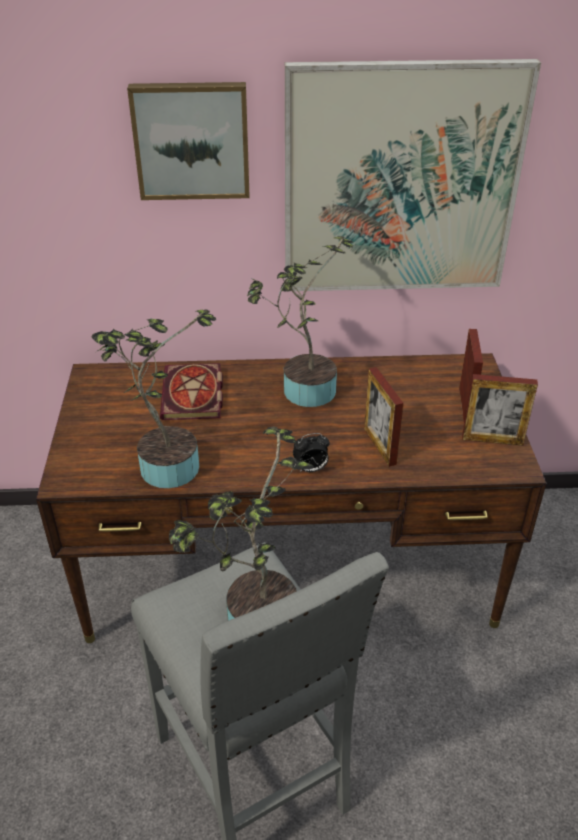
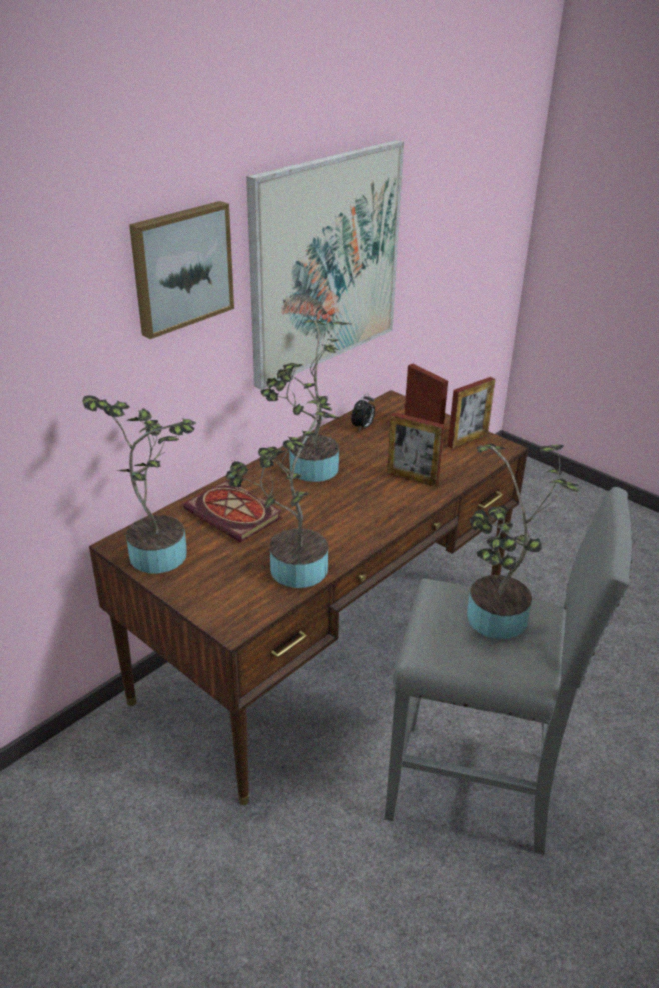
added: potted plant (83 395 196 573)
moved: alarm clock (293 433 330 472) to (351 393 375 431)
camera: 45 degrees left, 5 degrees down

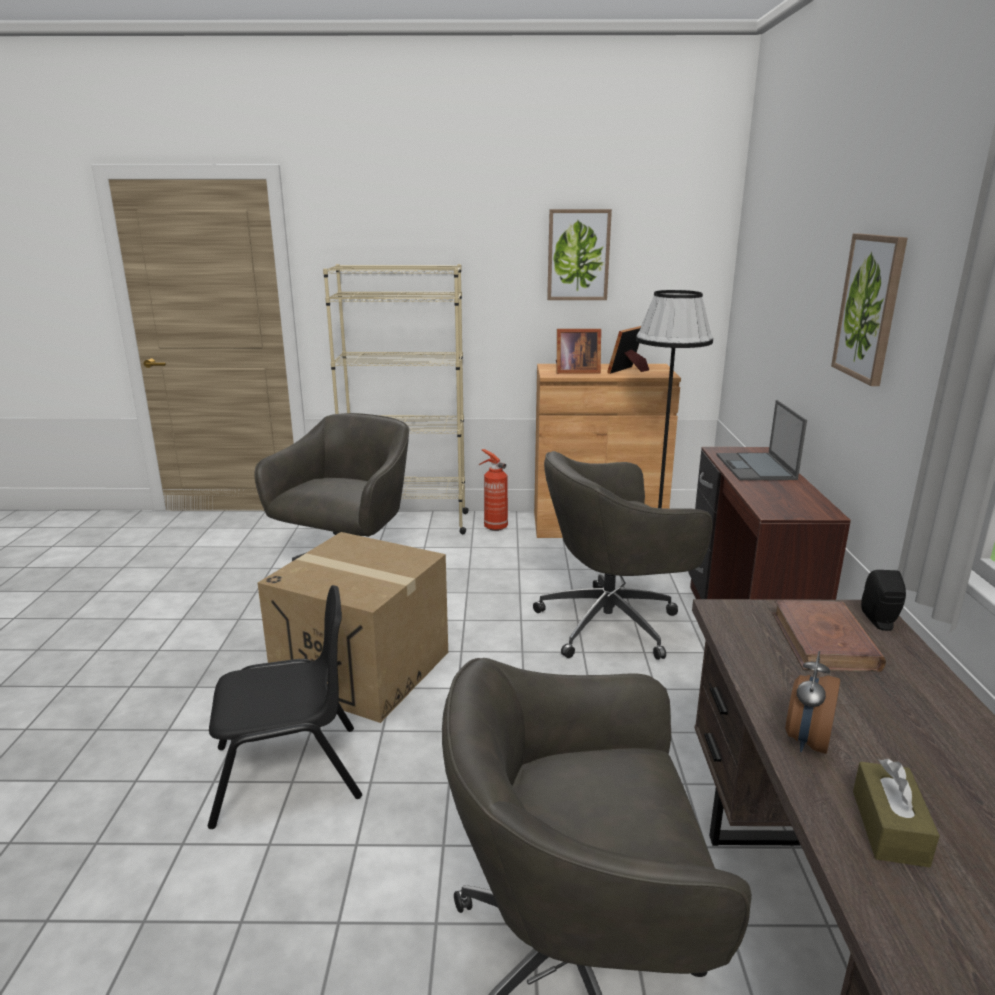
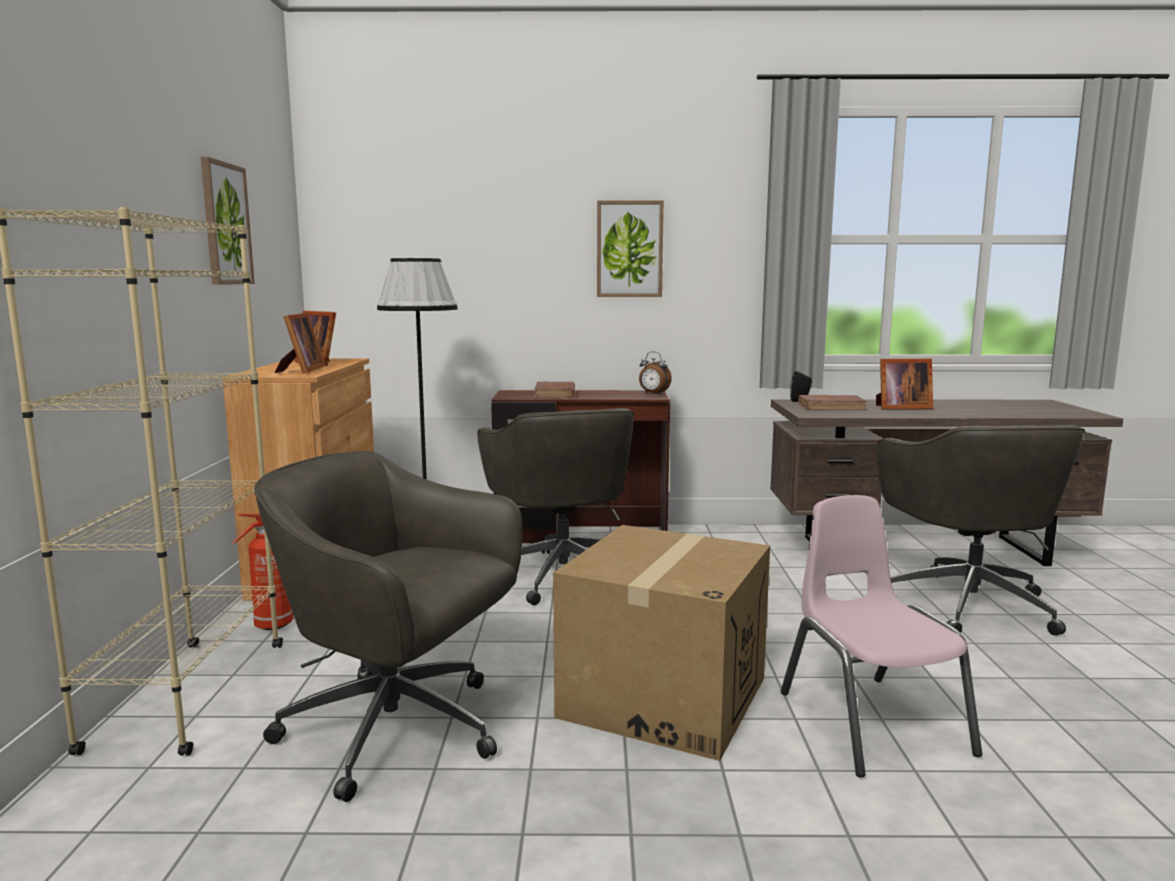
removed: tissue box/brownish (853 759 940 868)
added: standing frame (876 359 933 409)
moved: alarm clock (785 651 840 754) to (639 352 672 394)
replaced: portable computer (717 400 807 480) to bound book/brownish (534 382 575 398)
recoloured: chair/blackish (208 585 362 829) to chair/pink (781 495 982 777)
camera: 90 degrees left, 10 degrees down

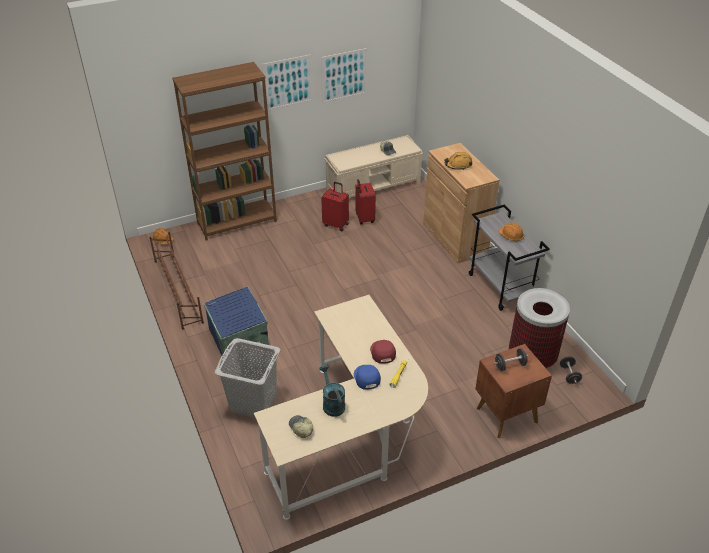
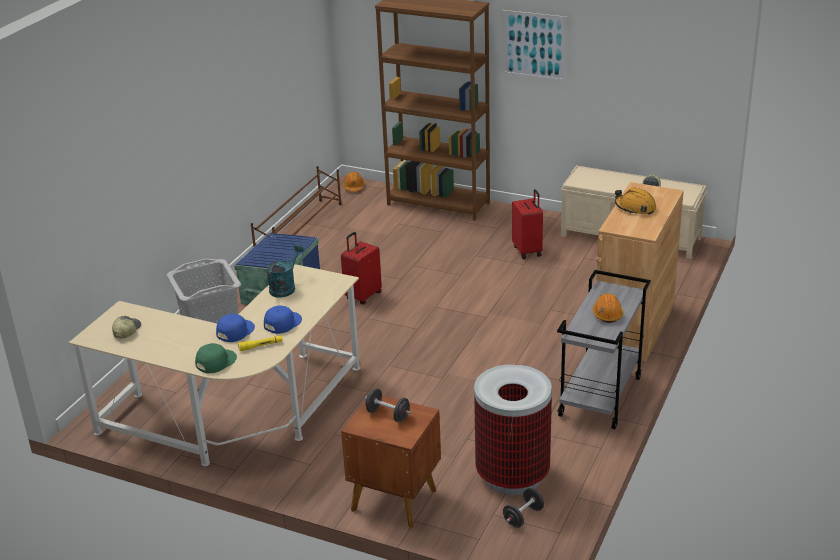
removed: wall picture (321 48 367 103)
added: peaked cap/greenish (195 343 237 373)
moved: watering pot/turquoise (319 365 345 417) to (267 244 304 297); suitcase/red (355 179 376 224) to (341 232 382 305)
recoloured: peaked cap/red (370 340 396 364) to peaked cap/blue-coloured (264 306 302 334)
camera: 50 degrees right, 10 degrees down

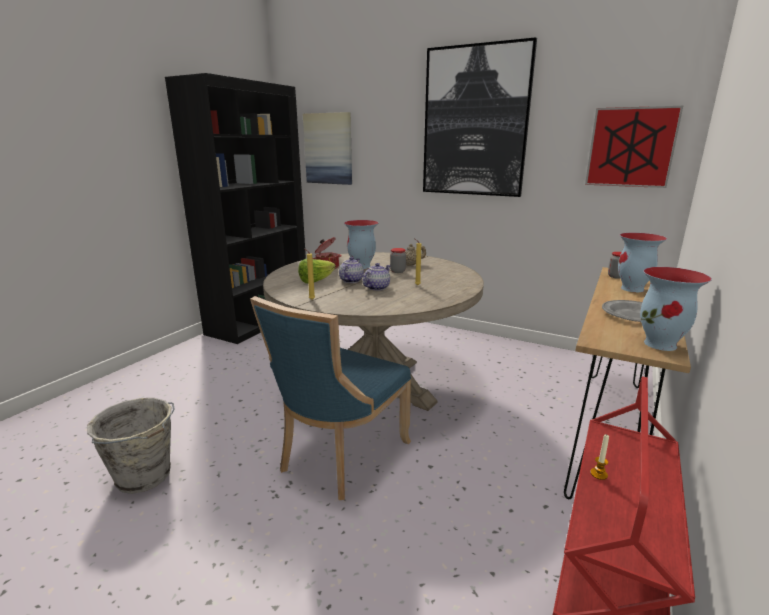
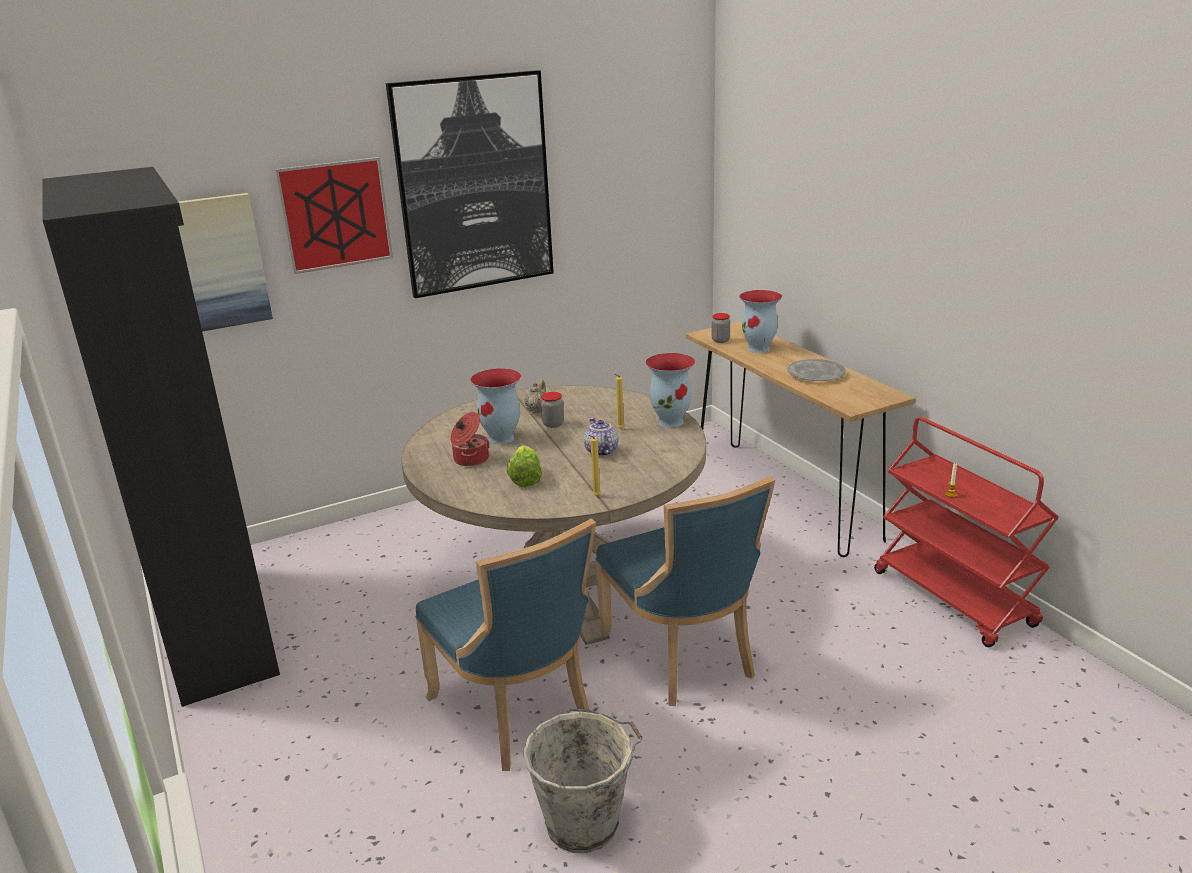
removed: tea pot (339 257 364 283)
added: chair/blue-coloured (415 518 596 771)
moved: wall picture (585 106 683 188) to (275 157 393 274); decorative vase (640 267 712 351) to (645 353 695 427)
camera: 55 degrees left, 5 degrees up

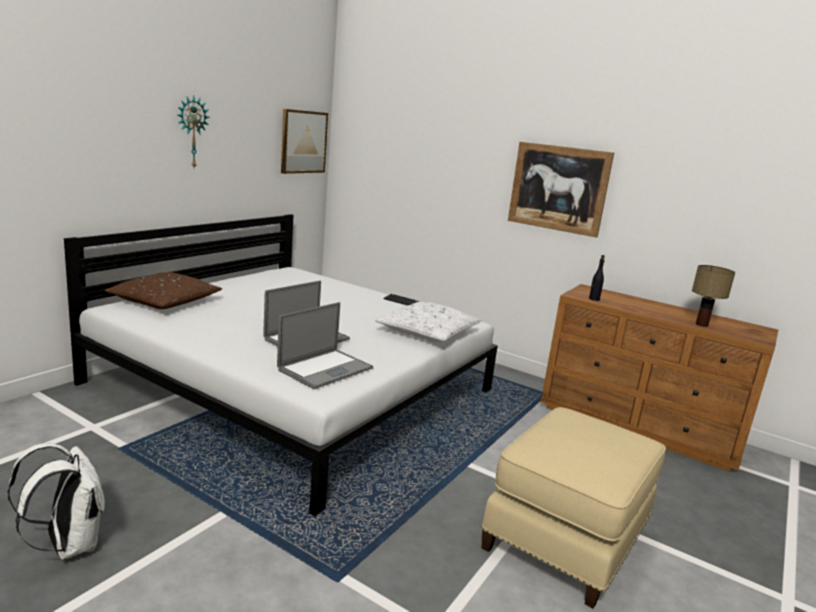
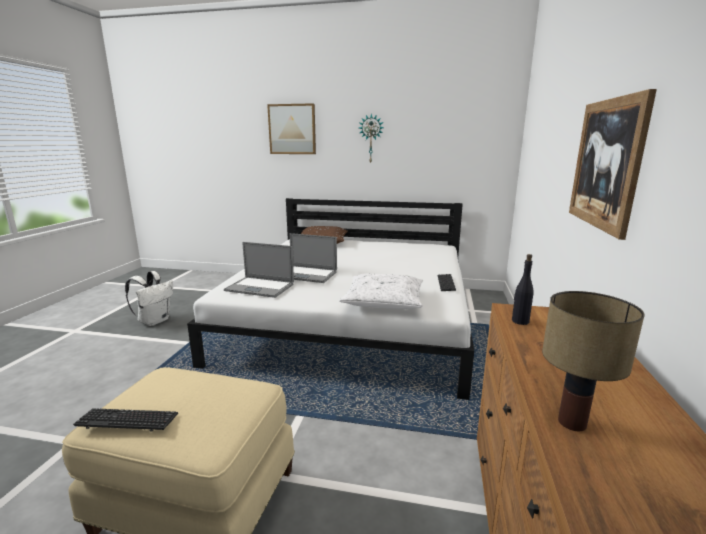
added: PC keyboard (73 408 178 431)
moved: wall picture (281 109 328 174) to (267 103 316 154)
camera: 70 degrees right, 0 degrees up

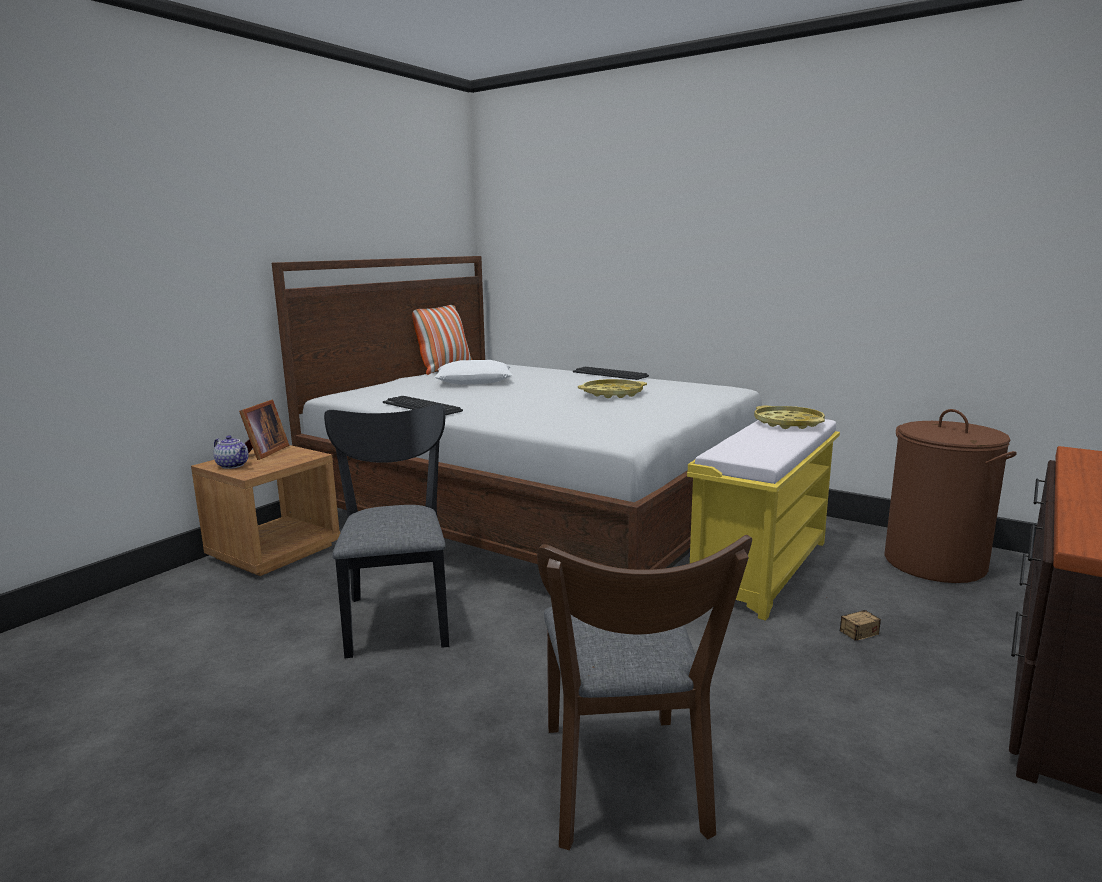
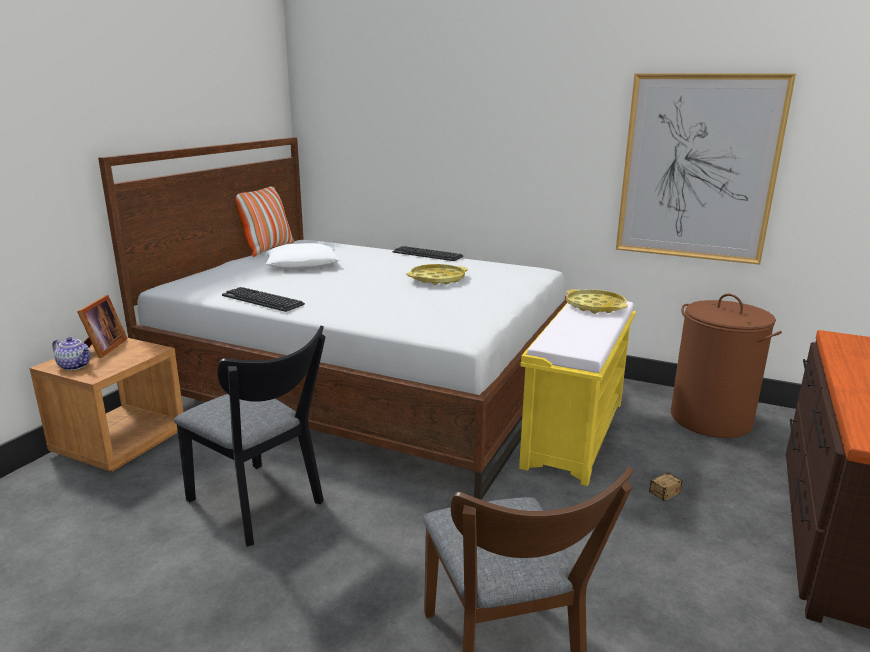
added: wall picture (616 73 796 265)
turned: chair/blackish (324 404 449 658) = (174 326 325 547) 150 degrees clockwise
camera: 10 degrees left, 5 degrees up

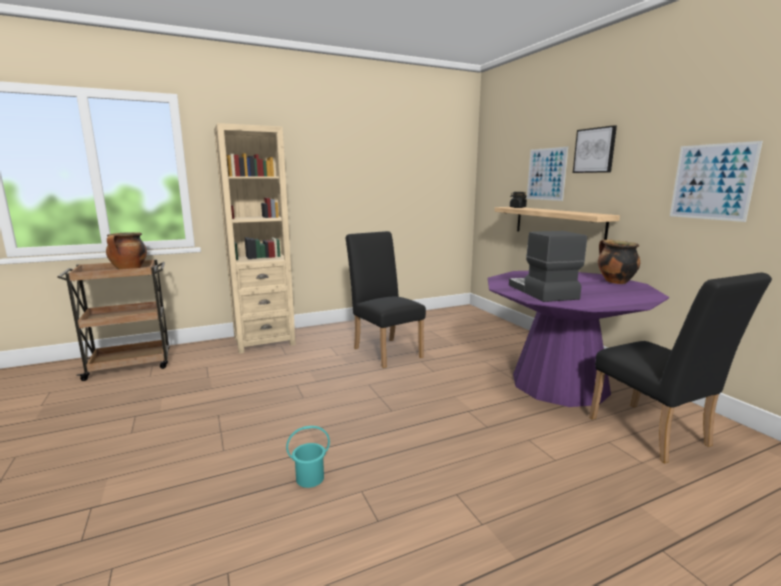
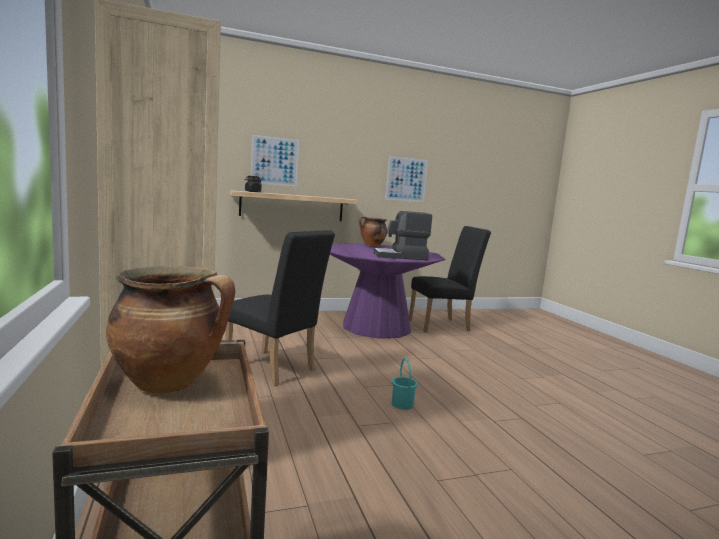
removed: wall picture (573 125 617 173)
moved: water bucket/turquoise (286 426 330 488) to (392 358 418 410)
turned: chair/blackish (346 231 426 368) = (226 230 335 386) 120 degrees counterclockwise
camera: 85 degrees left, 5 degrees down

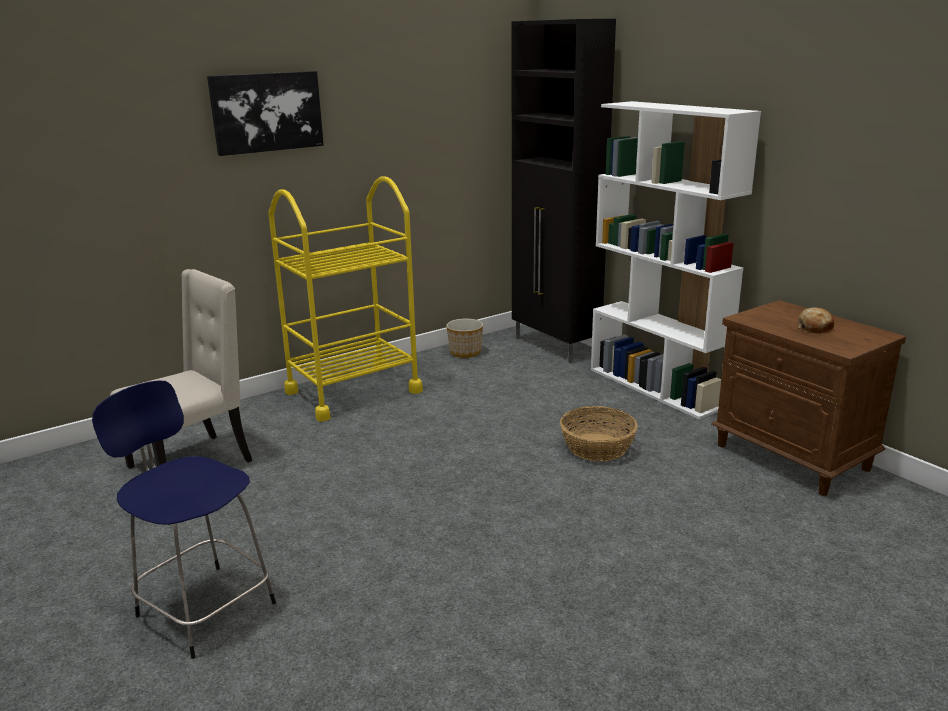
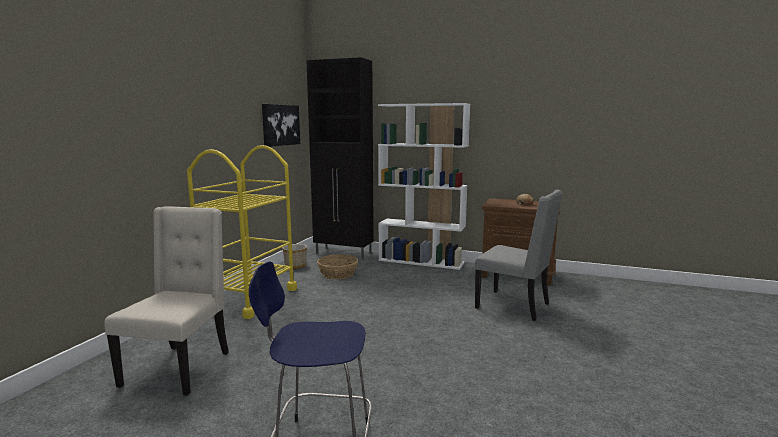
added: chair/greyish (475 190 562 321)
moved: wall picture (207 71 324 156) to (262 104 300 147); household basket (560 406 638 461) to (317 254 358 279)
camera: 35 degrees left, 10 degrees down

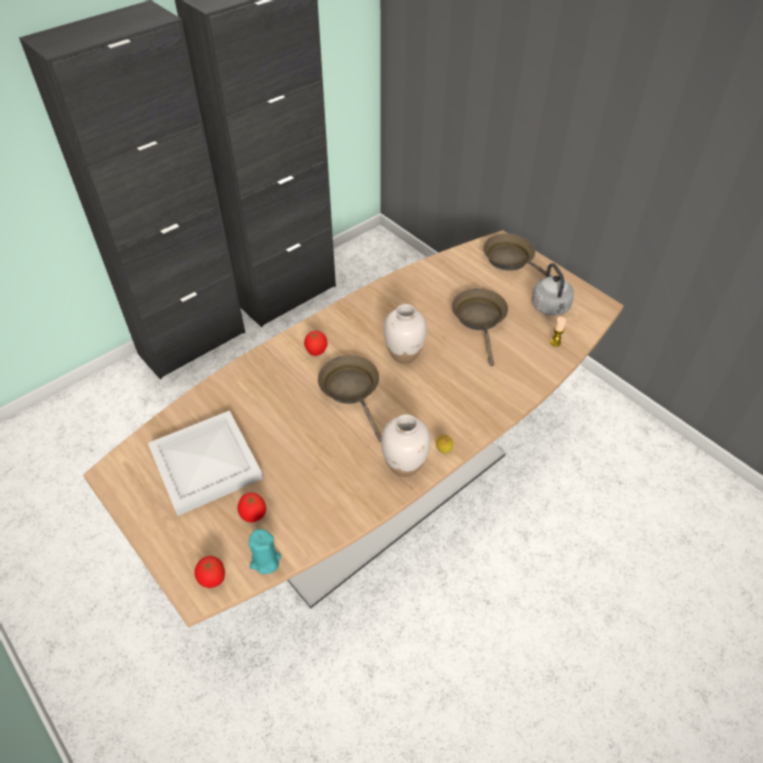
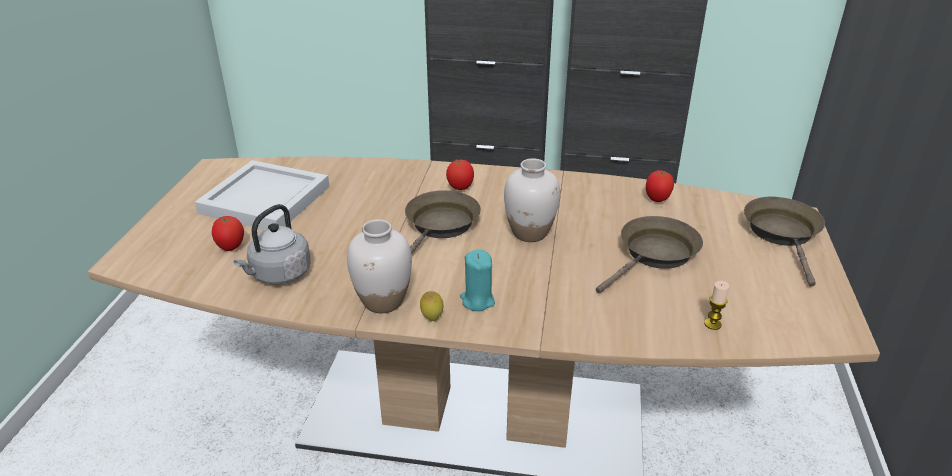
moved: whole tomato (194 556 225 588) to (646 170 674 202); candle/turquoise (249 529 281 574) to (460 249 495 311); tea kettle/greyish (531 263 574 316) to (233 204 311 285)
camera: 50 degrees right, 15 degrees down

